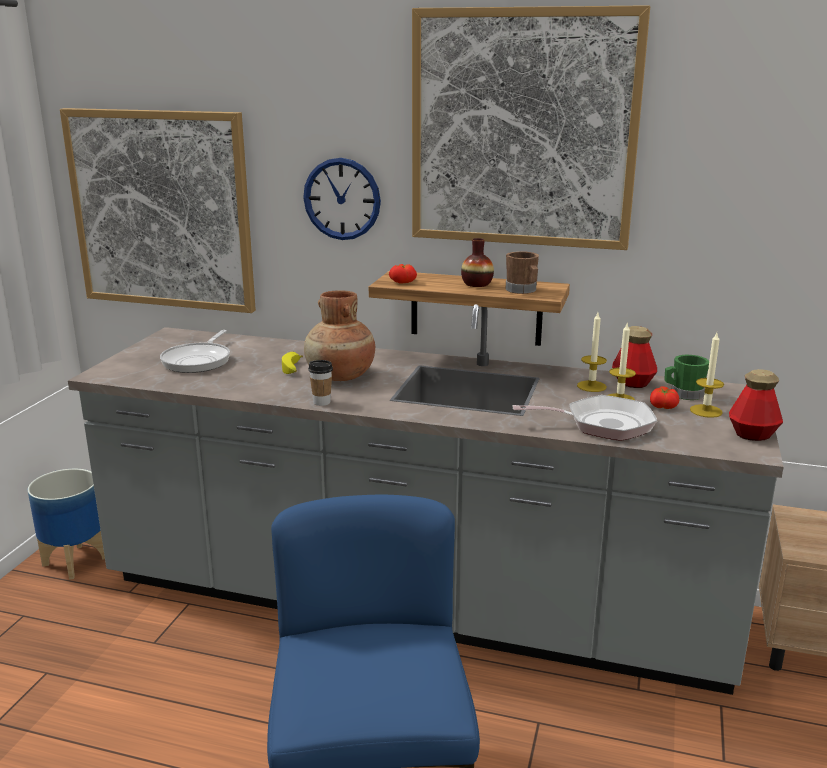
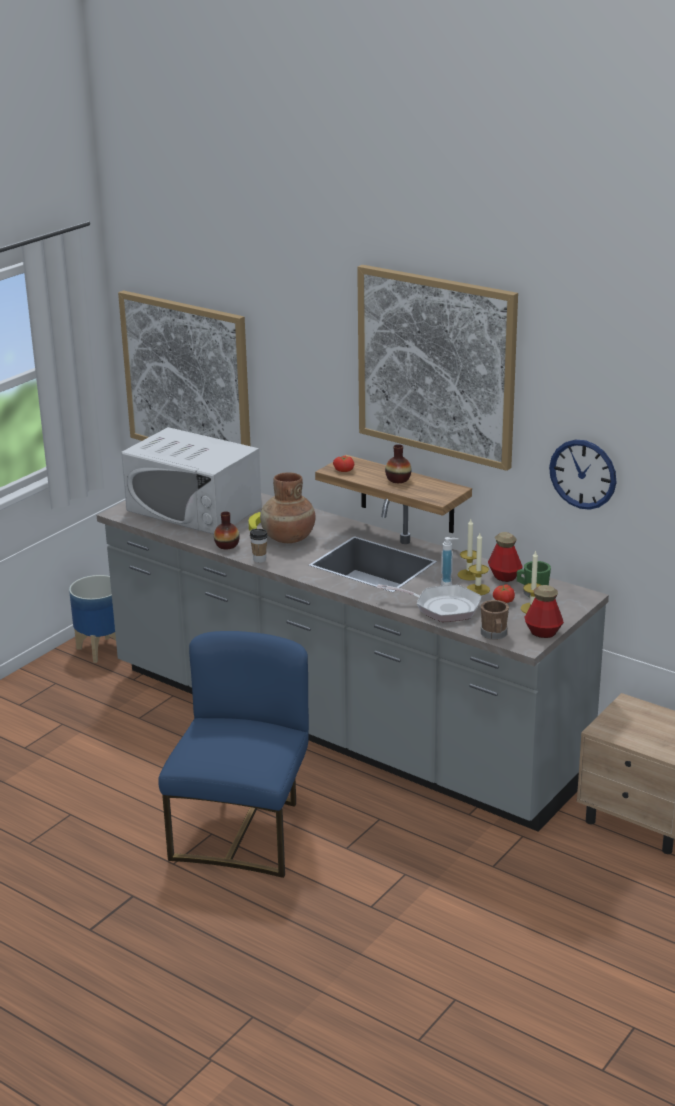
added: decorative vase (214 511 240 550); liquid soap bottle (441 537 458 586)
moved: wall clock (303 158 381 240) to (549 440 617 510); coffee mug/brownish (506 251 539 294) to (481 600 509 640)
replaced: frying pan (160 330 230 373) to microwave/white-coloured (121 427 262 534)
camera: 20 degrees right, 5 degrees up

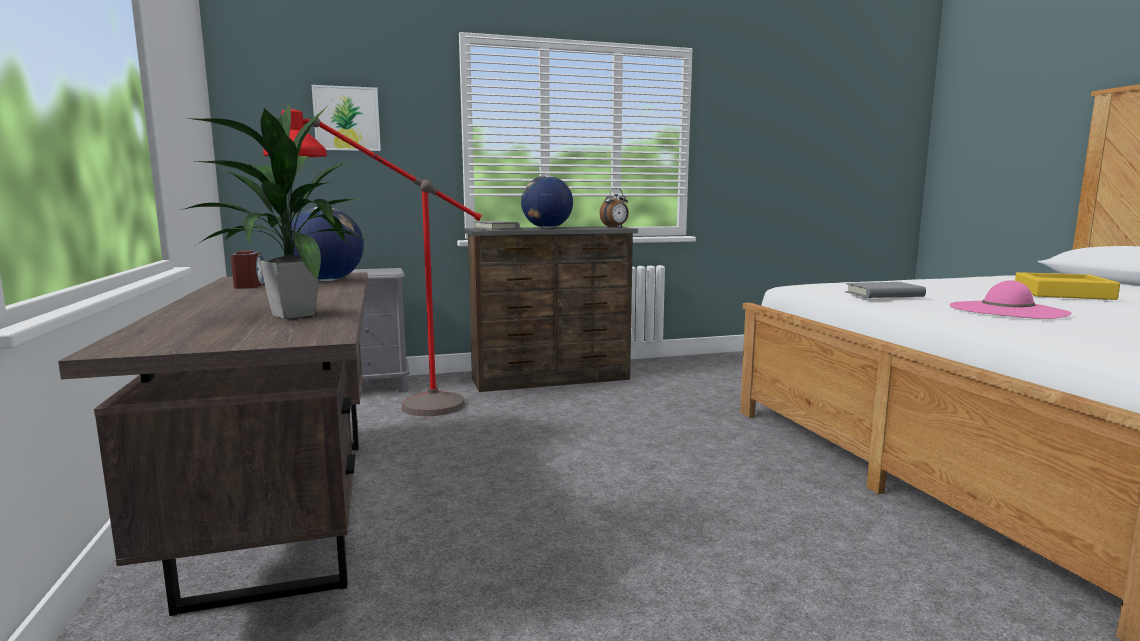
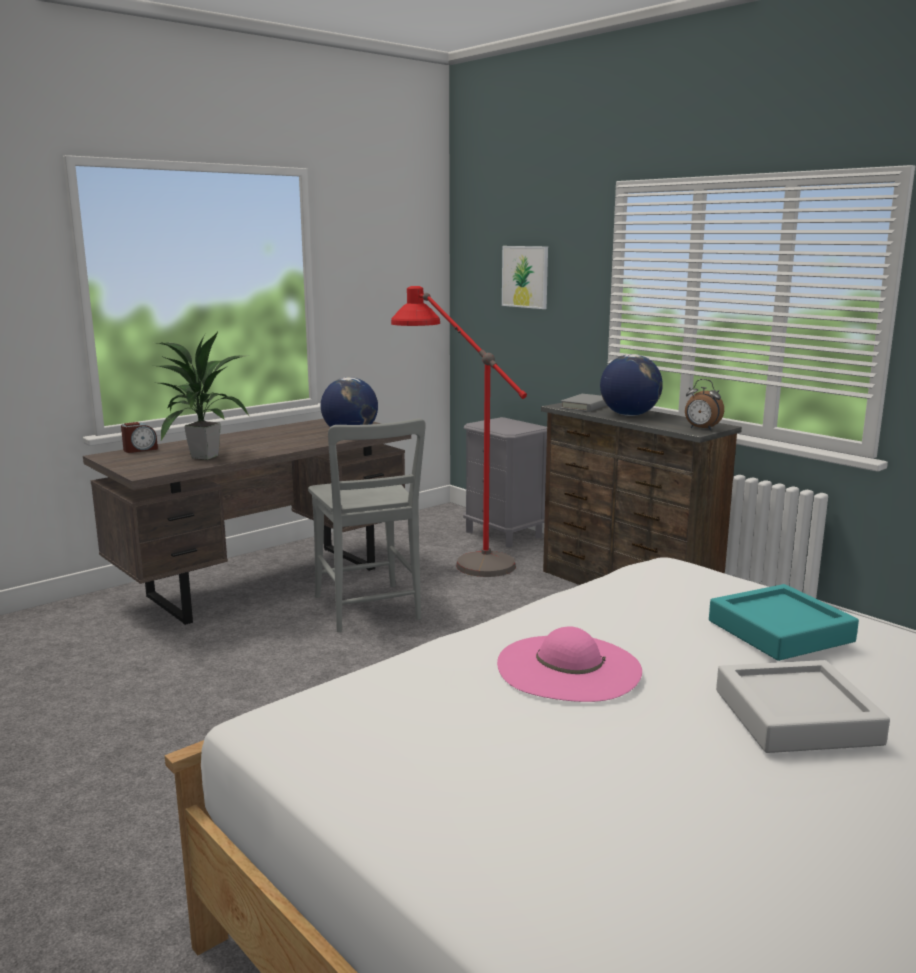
removed: bound book/greyish (845 282 926 298)
added: chair/greyish (308 419 426 632); serving tray/turquoise (709 584 859 661)
moved: alarm clock (231 251 265 289) to (121 422 158 453)
recoloured: serving tray/yellow (1015 272 1120 300) to serving tray/greyish (716 660 890 753)
camera: 65 degrees right, 5 degrees up

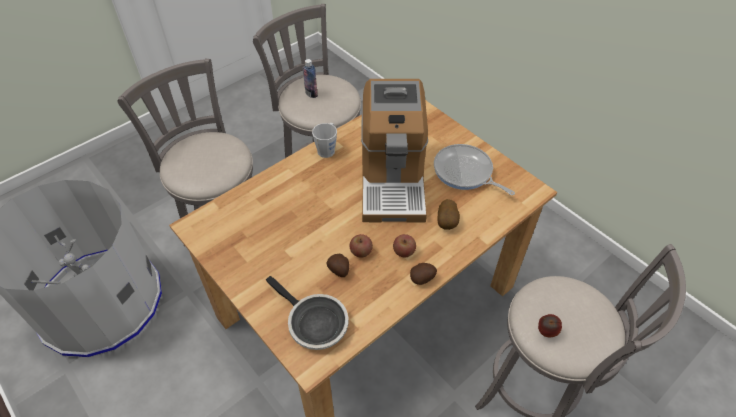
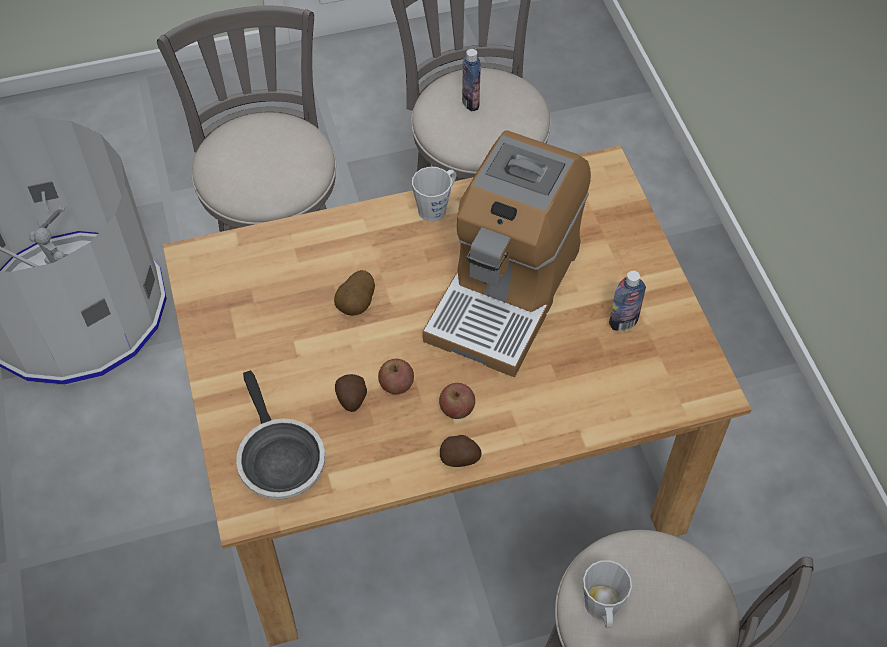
moved: whole potato (437 199 460 230) to (334 270 375 315)
replaced: frying pan (434 144 515 195) to beverage bottle (609 271 646 331); apple fruit (538 314 562 337) to coffee mug/greyish (583 560 632 628)
camera: 25 degrees right, 5 degrees up

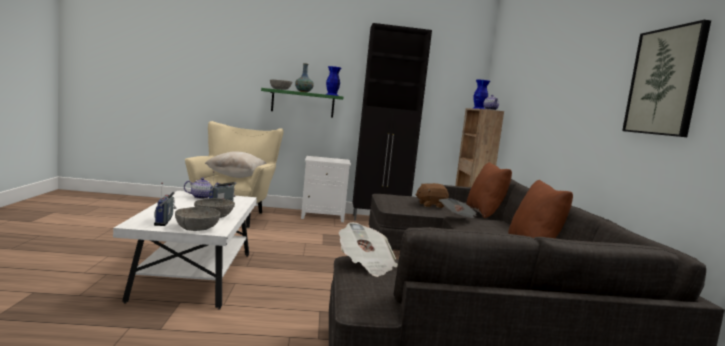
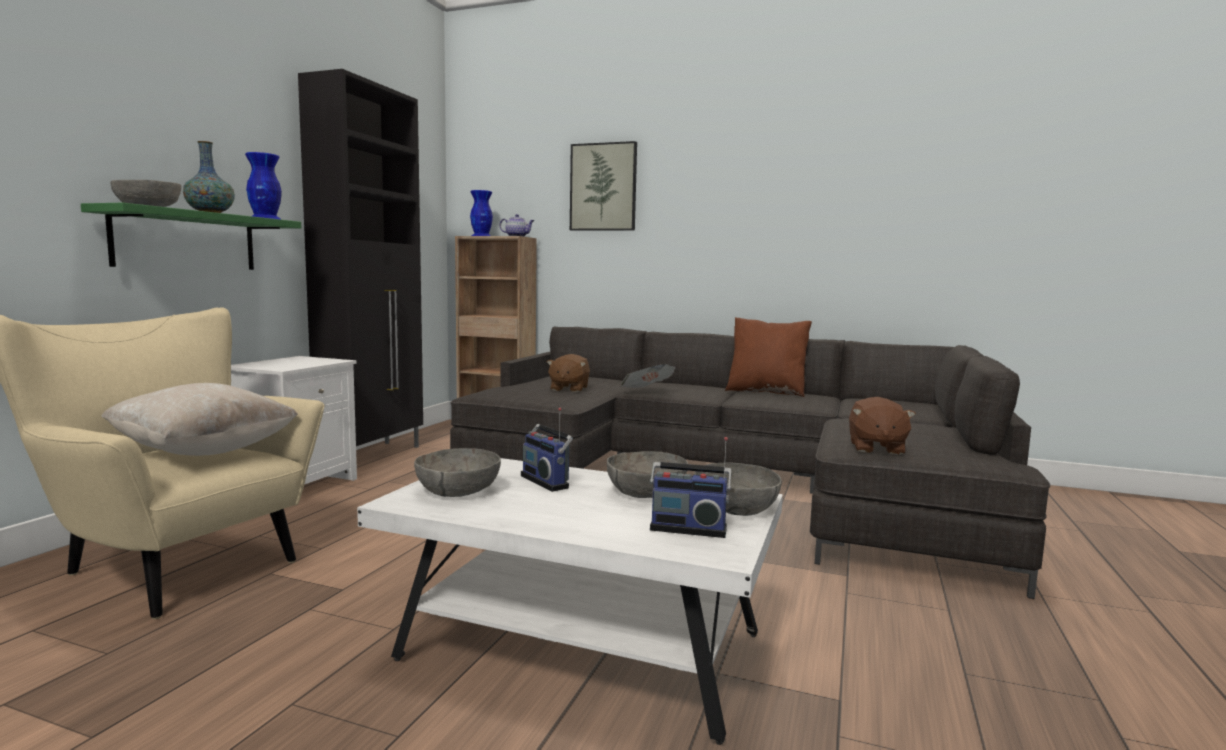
removed: cushion/brownish (466 162 512 218)
moved: wall picture (622 20 711 137) to (570 141 637 231)
replaced: tea pot (184 178 220 199) to bowl/greyish (414 448 501 497); printed paper (339 222 398 277) to soft toy/brownish (849 397 916 455)
camera: 65 degrees left, 0 degrees up

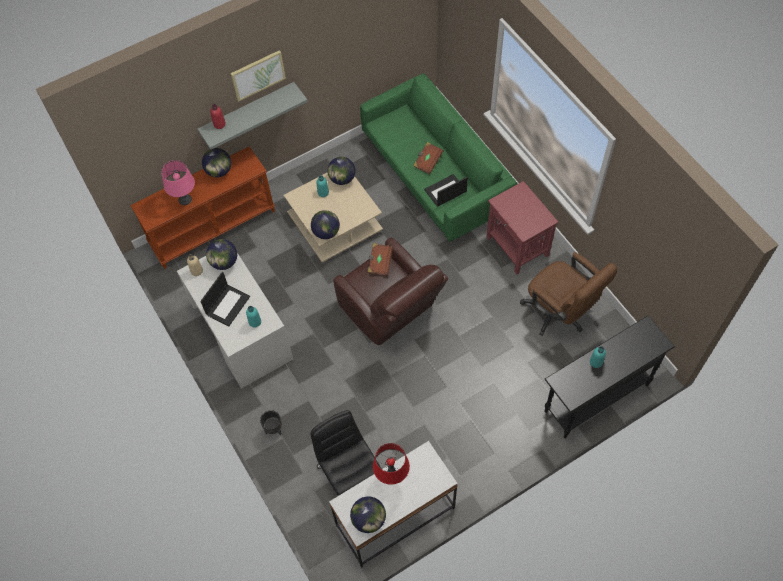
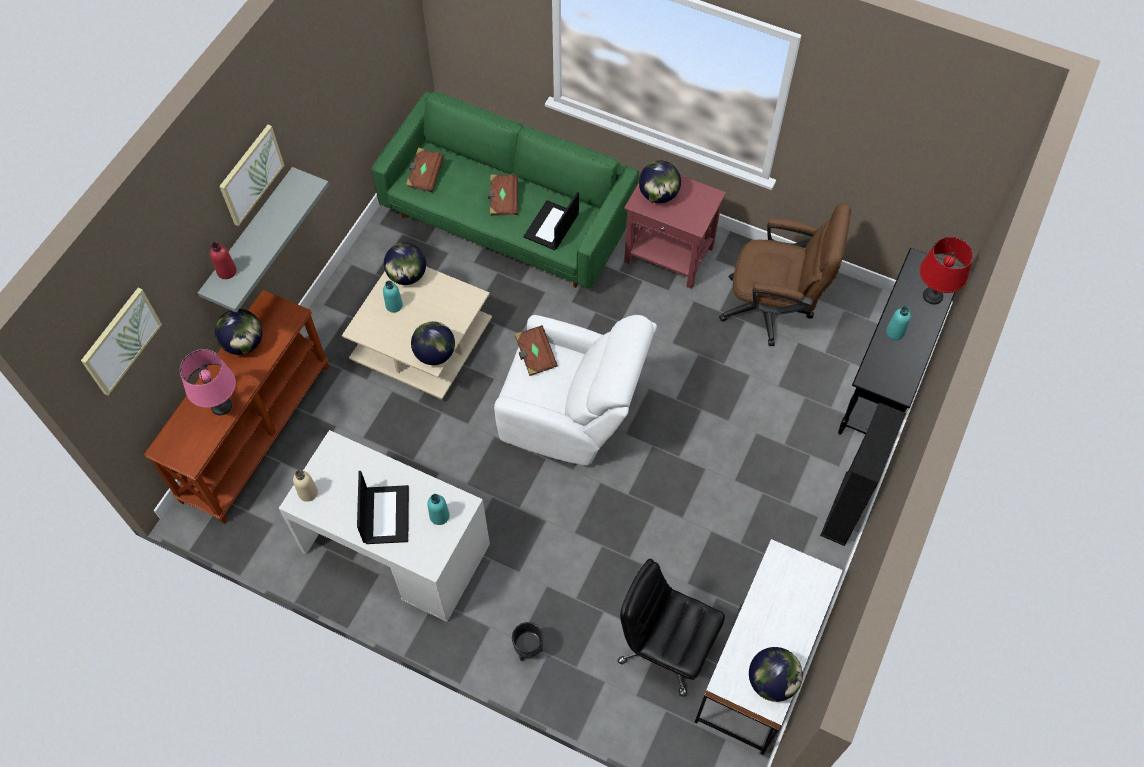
added: wall picture (81 288 162 396); bound book/brownish (406 148 444 192); bookcase/blackish (820 402 906 546)
moved: world globe (206 239 237 270) to (639 160 681 203); tabletop lamp/red (373 443 410 485) to (920 236 974 305)
recoloured: lounge chair/brownish (333 238 448 345) to lounge chair/white-coloured (494 315 657 465)
camera: 35 degrees left, 0 degrees up

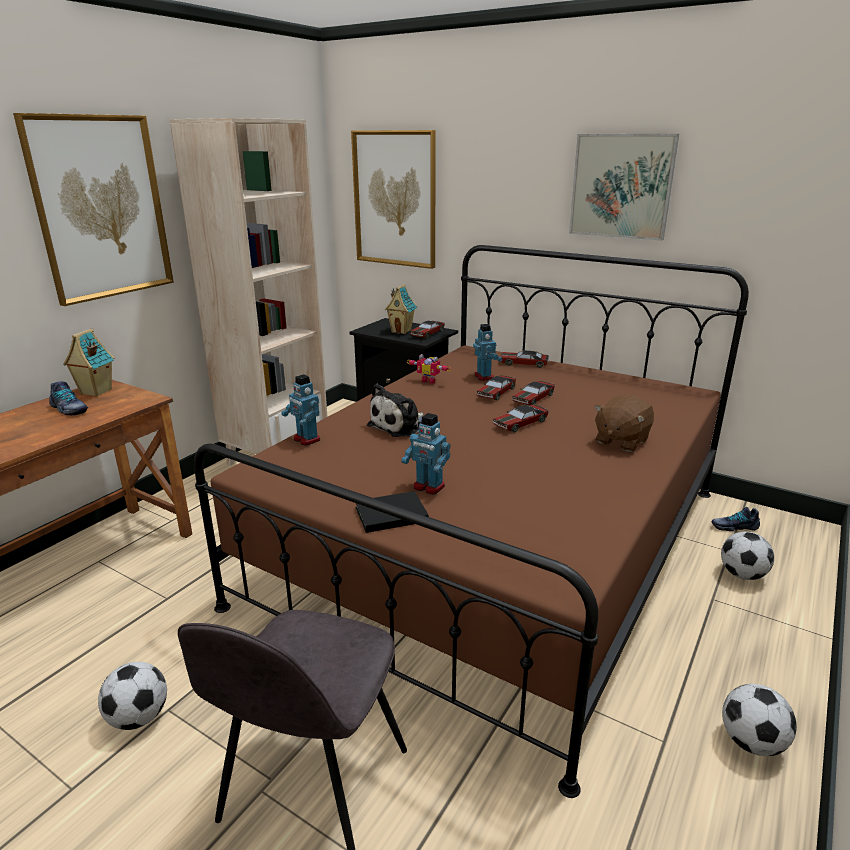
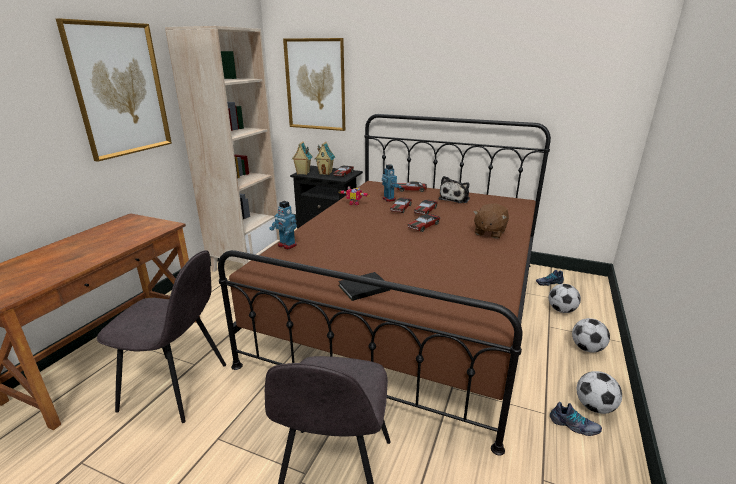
removed: robot figure (401 413 450 494); wall picture (569 134 679 241)
added: chair/greyish (97 250 226 423)
moved: low shoe (49 381 88 416) to (550 402 602 436); miniature house (63 328 115 397) to (292 141 312 175); football ball (98 662 167 730) to (572 318 610 352); soft toy (367 384 424 437) to (438 176 470 203)
camera: 10 degrees left, 0 degrees up

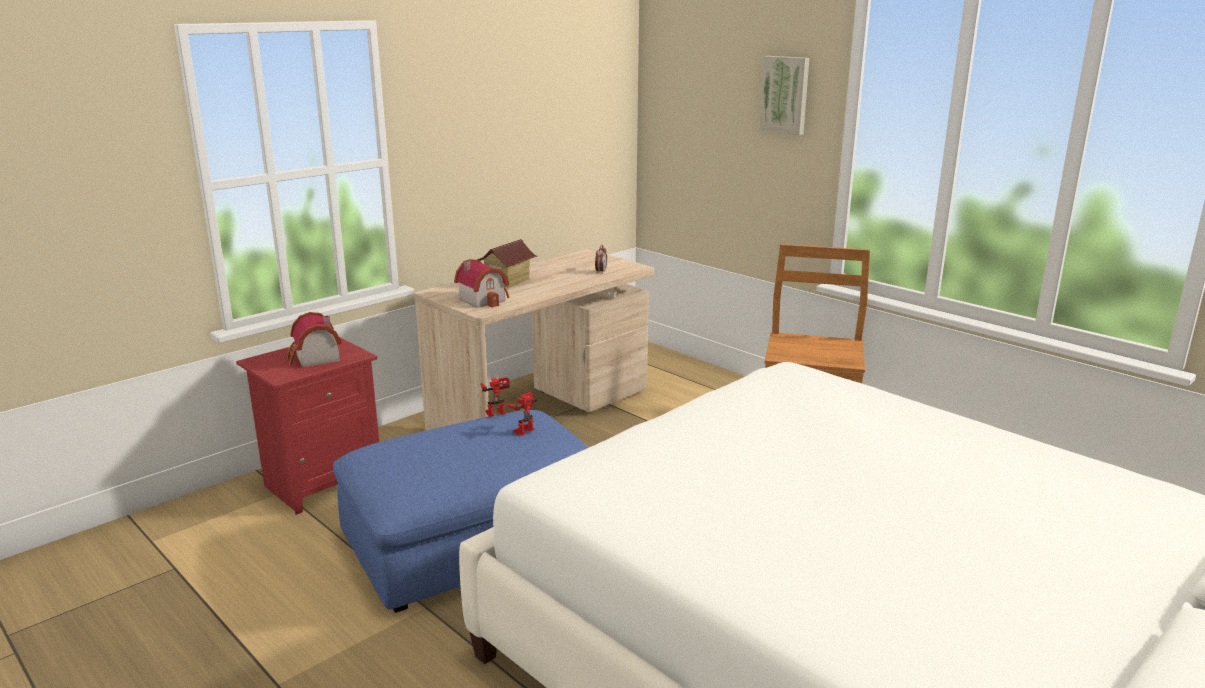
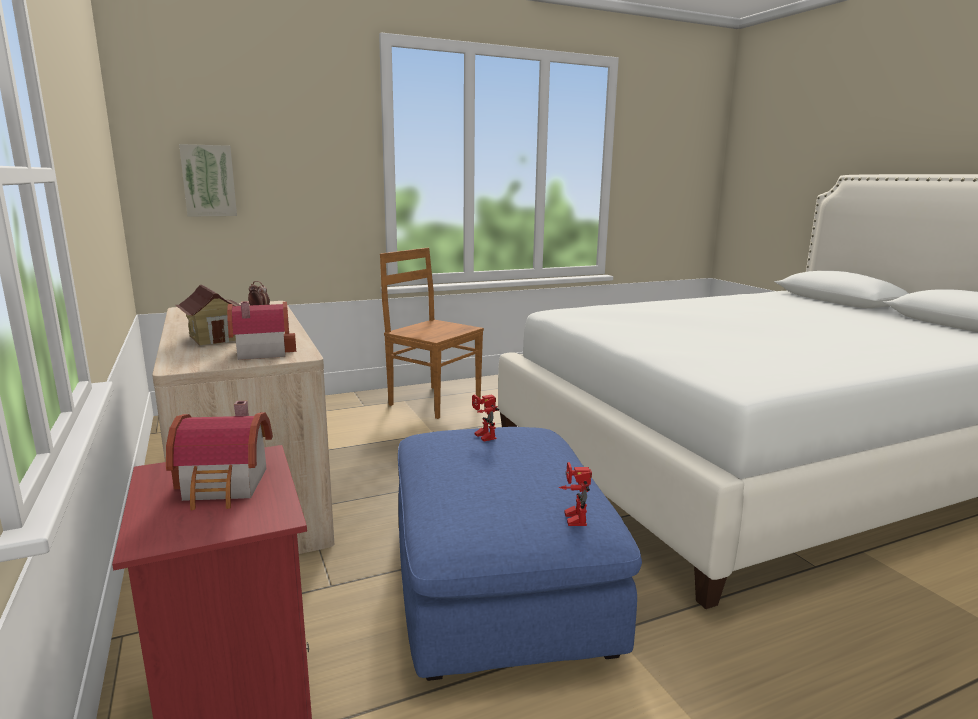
moved: robot figure (480 377 510 417) to (559 462 592 526); wall picture (759 56 809 135) to (179 144 237 217)
camera: 70 degrees left, 5 degrees down

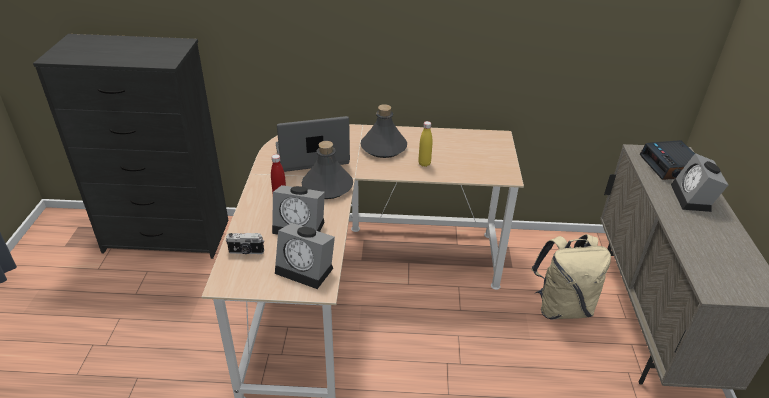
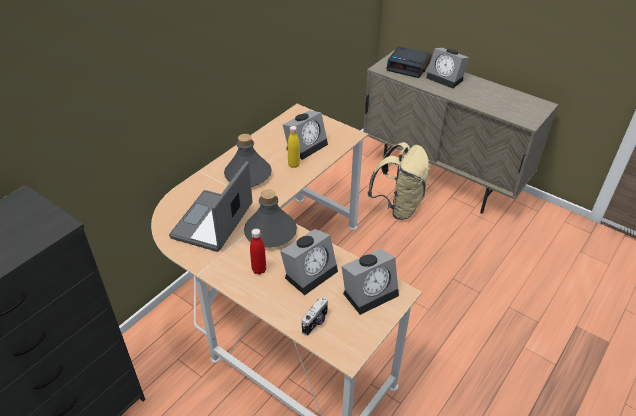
added: alarm clock (283 111 328 160)
camera: 55 degrees left, 5 degrees up

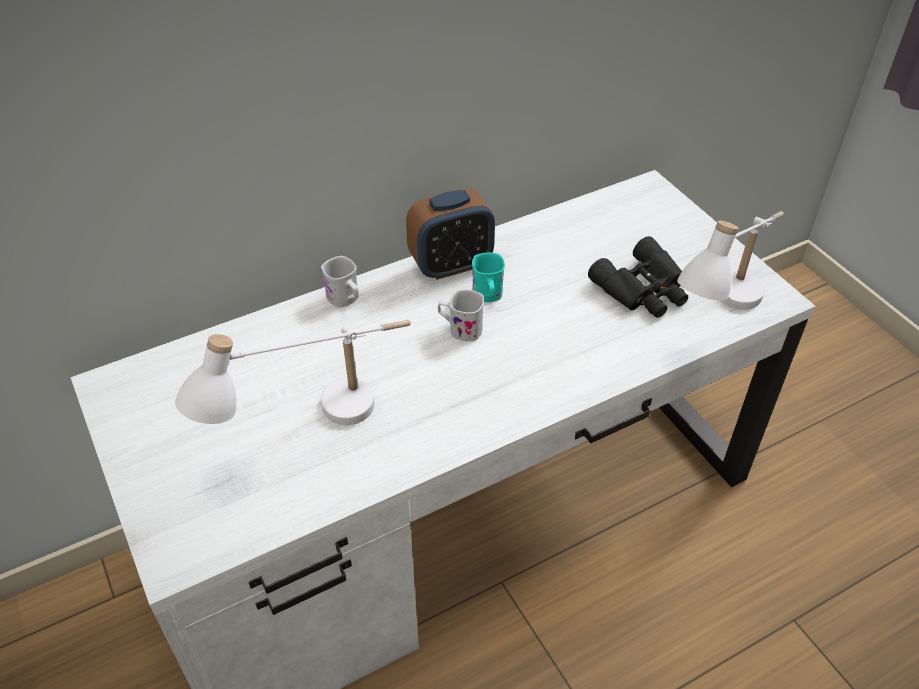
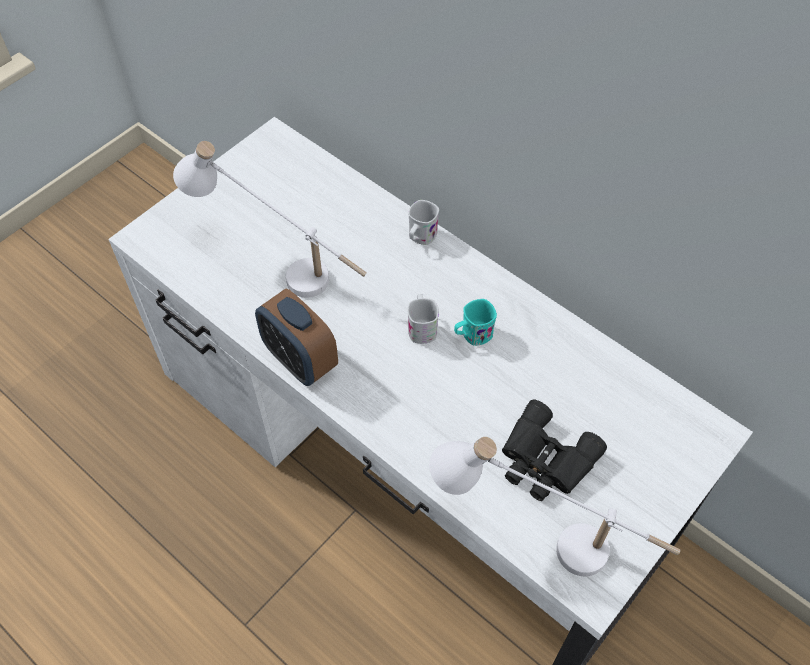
moved: alarm clock (406 188 495 280) to (255 289 338 386)
camera: 70 degrees right, 10 degrees up

